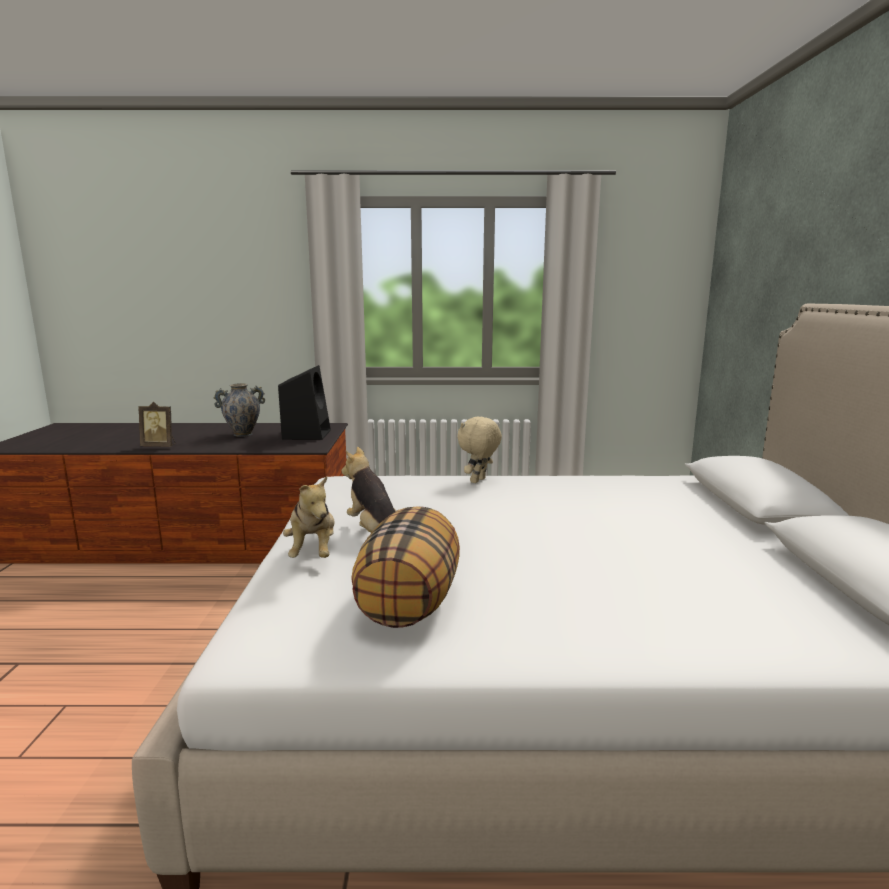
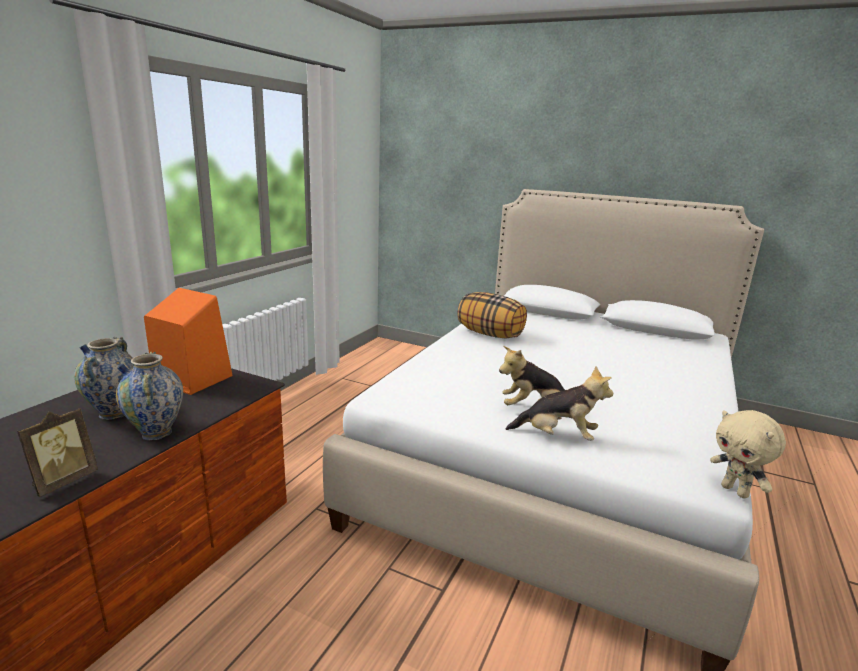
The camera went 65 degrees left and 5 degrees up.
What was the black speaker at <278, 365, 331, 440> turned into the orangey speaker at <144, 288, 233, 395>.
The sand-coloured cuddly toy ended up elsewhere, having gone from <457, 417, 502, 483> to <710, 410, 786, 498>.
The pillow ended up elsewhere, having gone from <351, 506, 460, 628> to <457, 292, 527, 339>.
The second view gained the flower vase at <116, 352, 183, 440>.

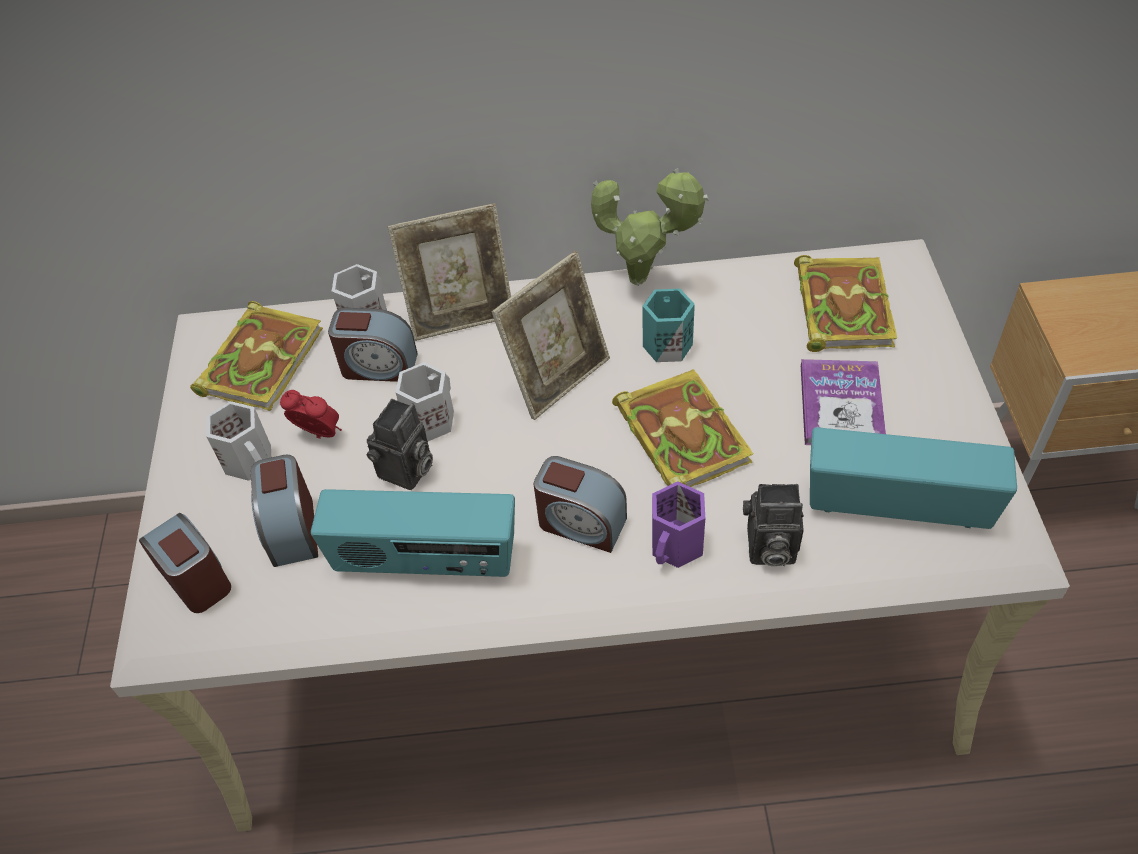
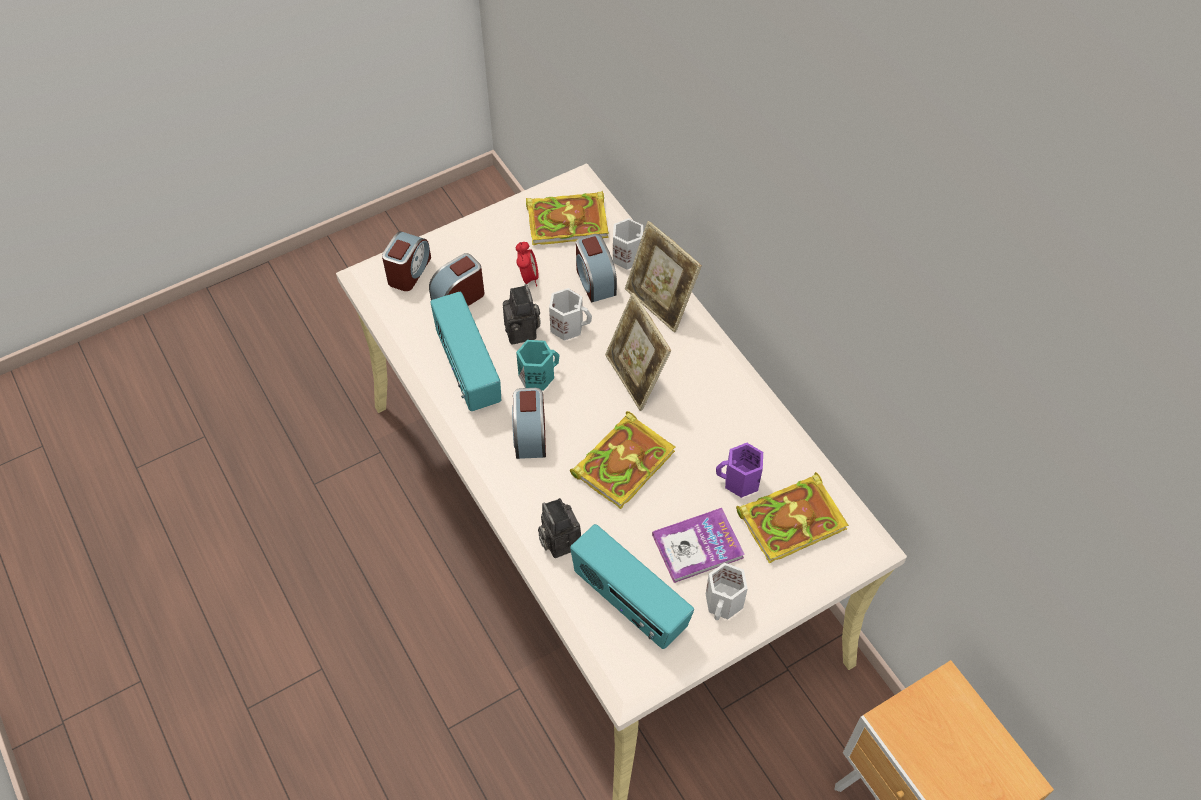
The camera went 60 degrees right and 5 degrees up.
The second view lost the plant in a pot at <591, 168, 709, 286>.
The picture frame at <492, 251, 610, 420> ended up facing another way, 45 degrees clockwise from before.
The turquoise tea mug ended up elsewhere, having gone from <642, 289, 695, 362> to <516, 340, 559, 391>.
The photo camera at <366, 399, 433, 490> ended up facing another way, 105 degrees counterclockwise from before.
The whitish tea mug ended up elsewhere, having gone from <207, 401, 271, 481> to <706, 563, 748, 620>.
The radio at <810, 427, 1017, 529> ended up facing another way, 150 degrees clockwise from before.
The purple tea mug ended up elsewhere, having gone from <652, 481, 705, 568> to <716, 443, 763, 498>.

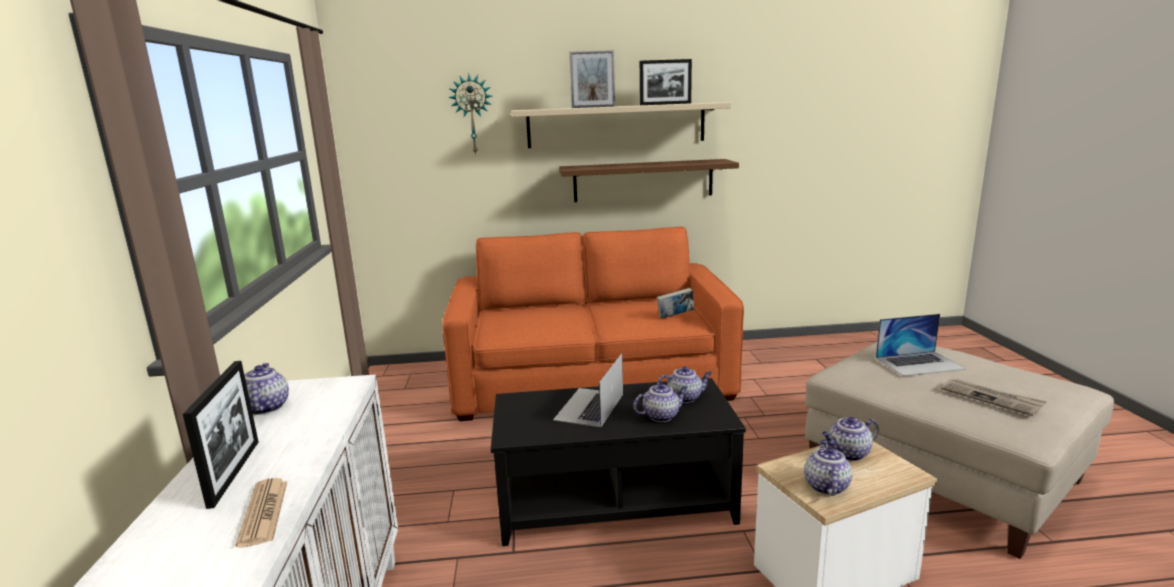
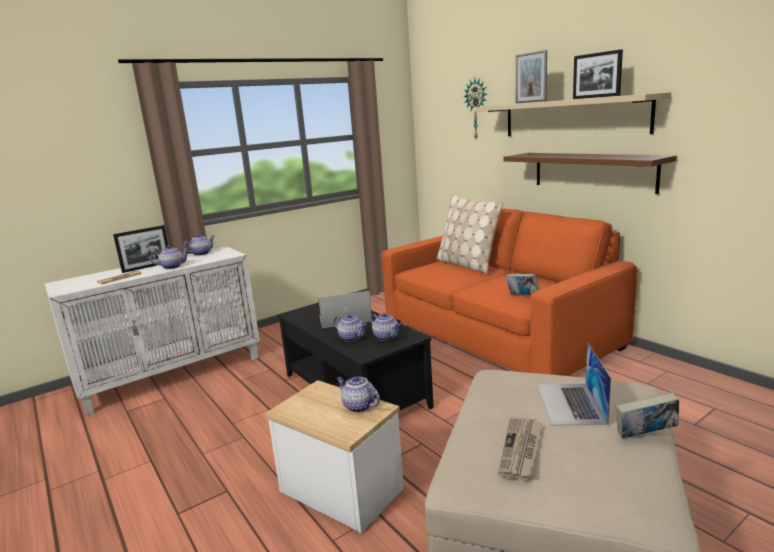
The camera went 60 degrees right and 0 degrees up.
The portable computer at <876, 314, 966, 376> ended up facing another way, 45 degrees clockwise from before.
The teapot ended up elsewhere, having gone from <804, 440, 852, 496> to <150, 245, 189, 269>.
The second view gained the sand-coloured pillow at <437, 194, 503, 274>.
The second view gained the book at <615, 392, 679, 439>.

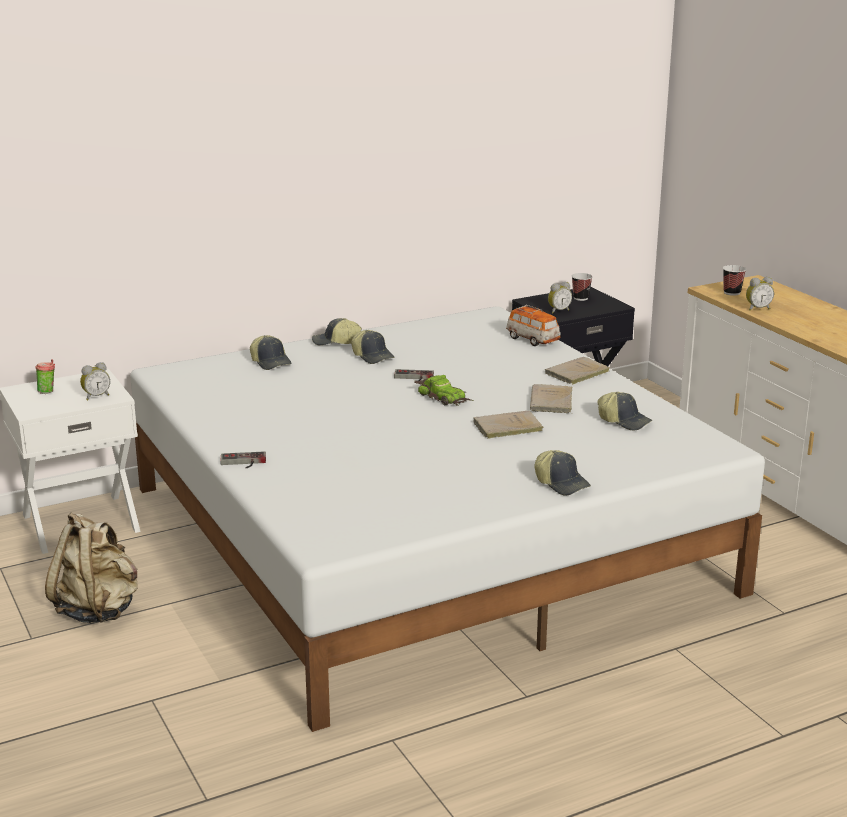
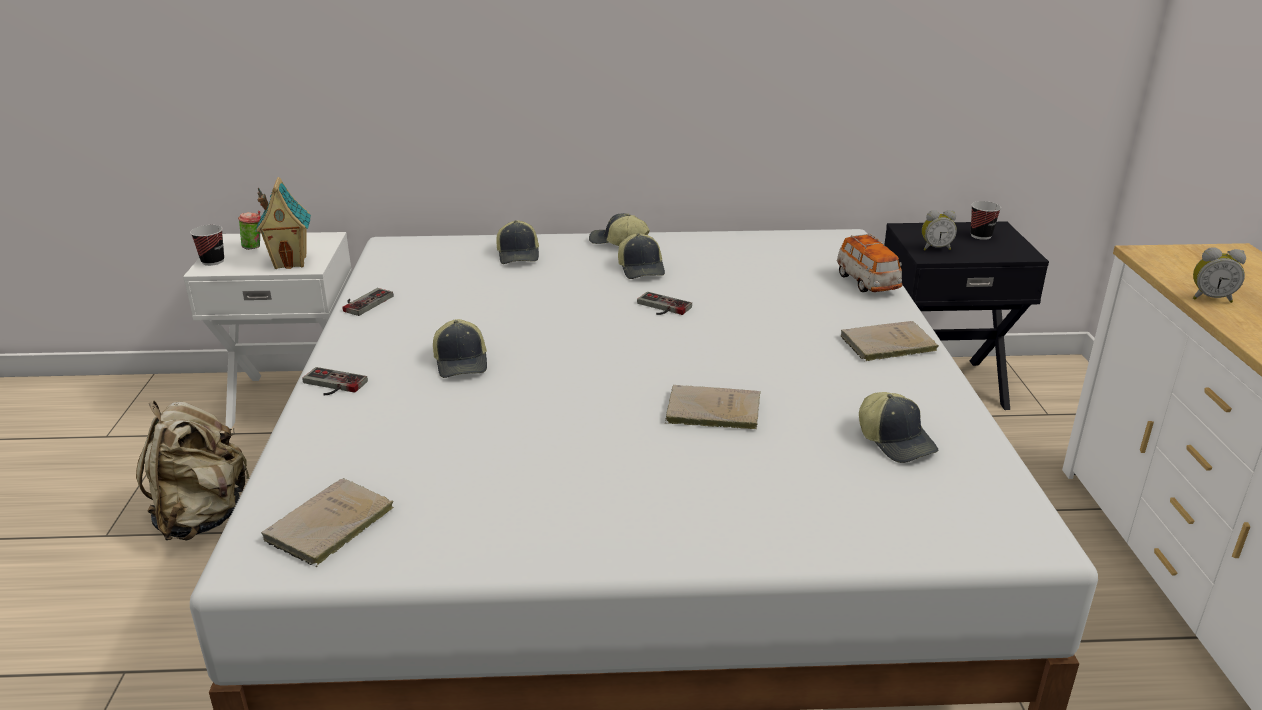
The camera went 25 degrees right and 5 degrees up.
The small cup ended up elsewhere, having gone from <723, 265, 746, 296> to <190, 225, 224, 266>.
Where the alarm clock stood at <80, 362, 110, 400>, the toy house came to stand at <255, 177, 311, 269>.
The second view lost the miniature car at <414, 375, 473, 406>.
The sand-coloured book ended up elsewhere, having gone from <530, 384, 572, 413> to <261, 478, 394, 567>.
The cap ended up elsewhere, having gone from <534, 450, 591, 496> to <433, 319, 487, 378>.
The second view gained the joypad at <343, 288, 393, 316>.

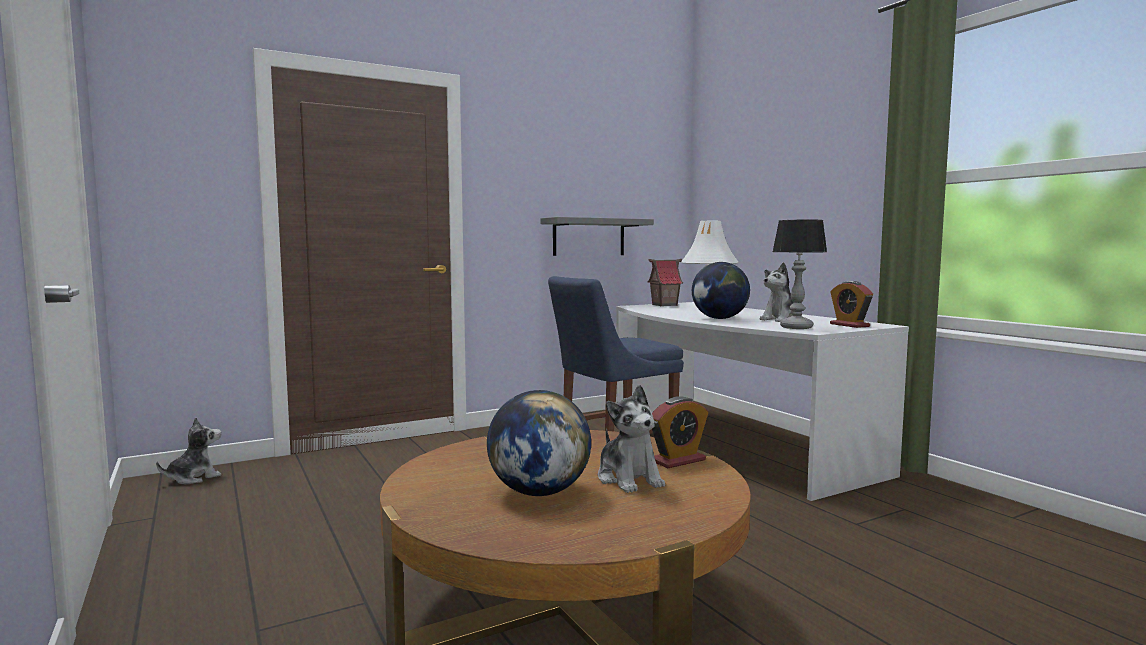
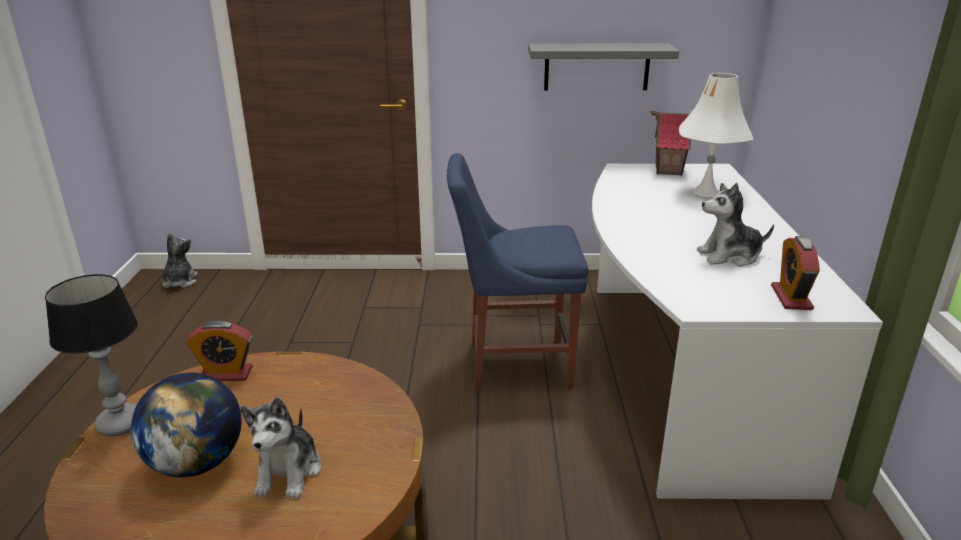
The camera went 30 degrees right and 20 degrees up.
The lamp for a table ended up elsewhere, having gone from <773, 220, 827, 329> to <45, 274, 138, 436>.
The second view lost the desk globe at <692, 262, 750, 319>.
The alarm clock ended up elsewhere, having gone from <652, 396, 708, 468> to <186, 321, 252, 381>.
The cuddly toy at <156, 417, 221, 484> ended up facing another way, 75 degrees counterclockwise from before.

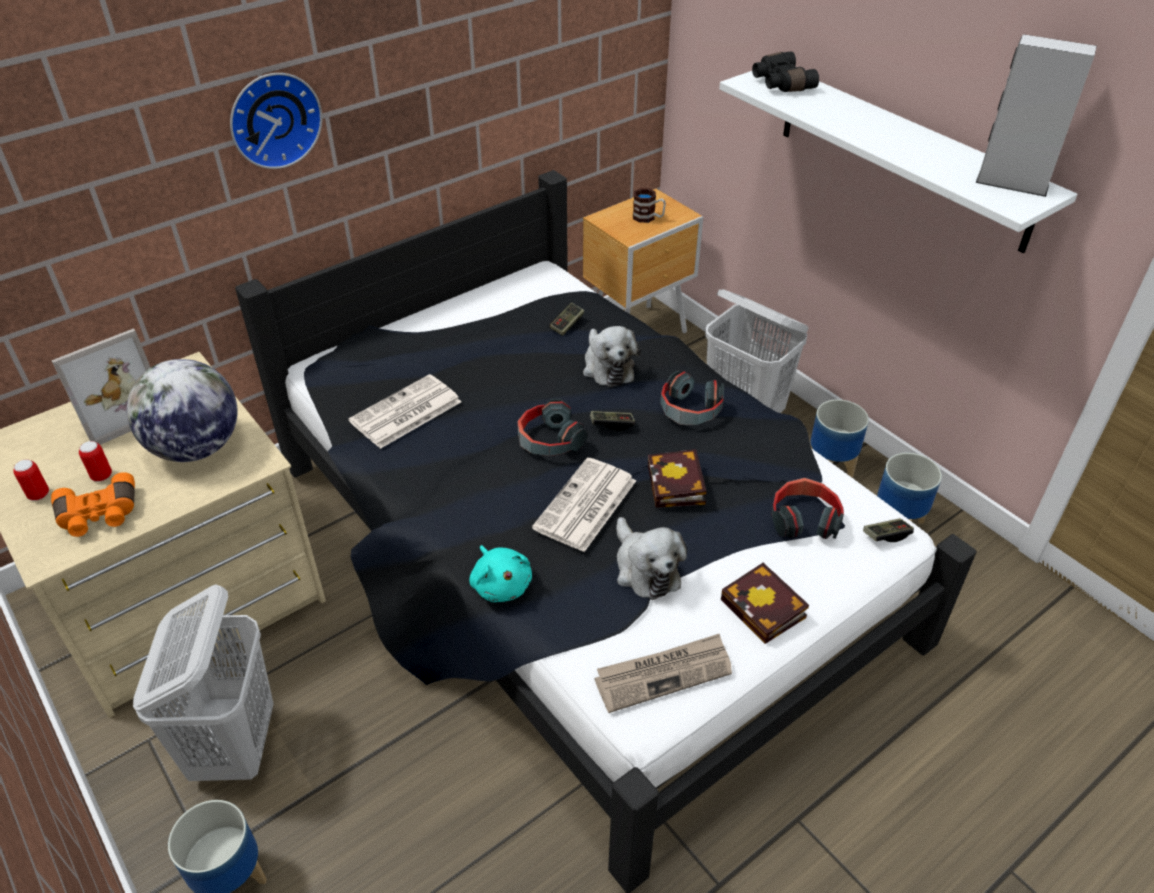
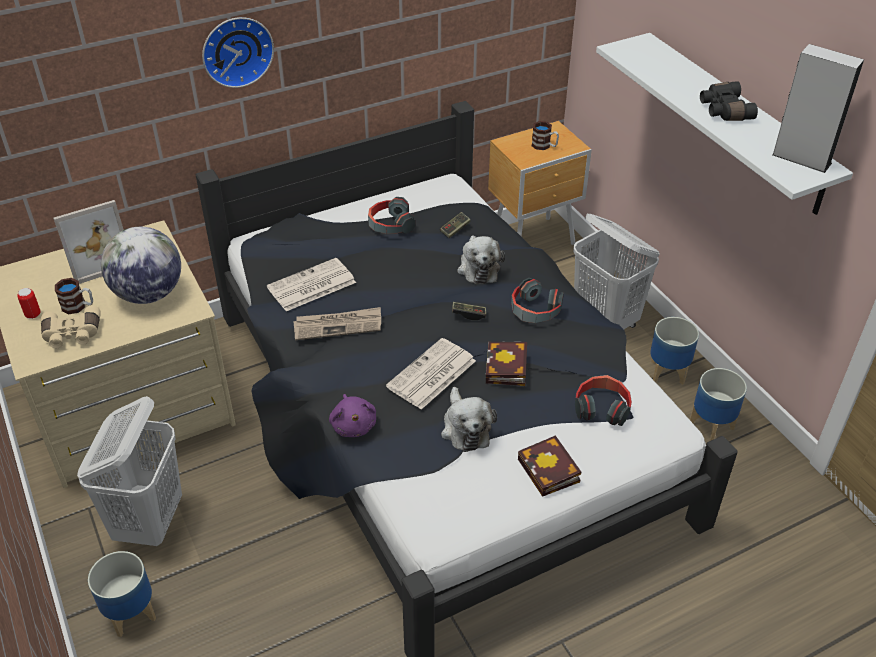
The camera went 10 degrees right and 0 degrees up.
The black binoculars ended up elsewhere, having gone from <752, 51, 819, 92> to <700, 82, 758, 121>.
The headset ended up elsewhere, having gone from <517, 399, 587, 456> to <368, 197, 416, 234>.
Where the metal can stood at <79, 441, 112, 482>, the tea mug came to stand at <55, 278, 93, 314>.
What was the orangey binoculars at <51, 472, 135, 537> turned into the sand-coloured binoculars at <41, 306, 100, 348>.
The second view lost the joypad at <863, 518, 914, 542>.
What was the turquoise cuddly toy at <469, 545, 532, 602> turned into the purple cuddly toy at <329, 394, 376, 437>.
The newspaper ended up elsewhere, having gone from <595, 633, 732, 713> to <293, 307, 381, 340>.

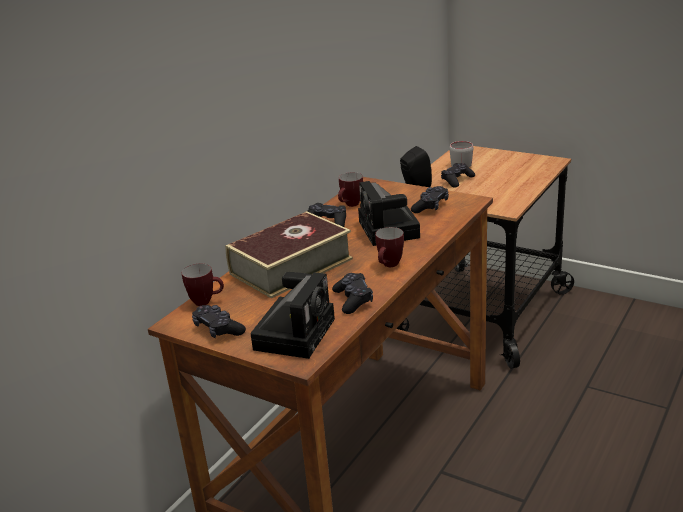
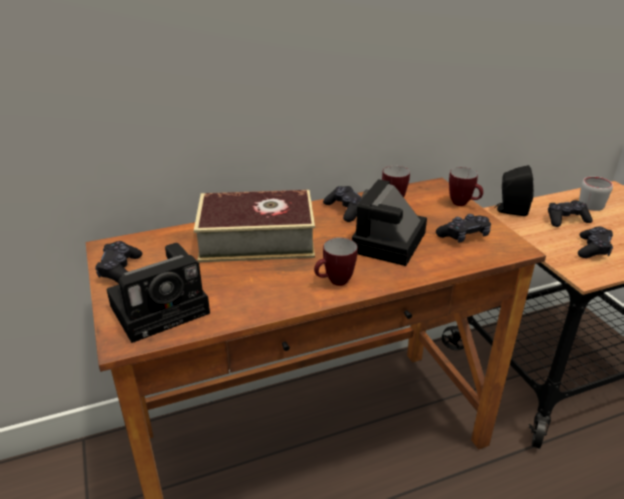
The camera went 35 degrees right and 5 degrees up.
The tea mug ended up elsewhere, having gone from <182, 264, 224, 306> to <449, 167, 483, 206>.
The black joypad ended up elsewhere, having gone from <332, 273, 373, 314> to <578, 226, 613, 258>.

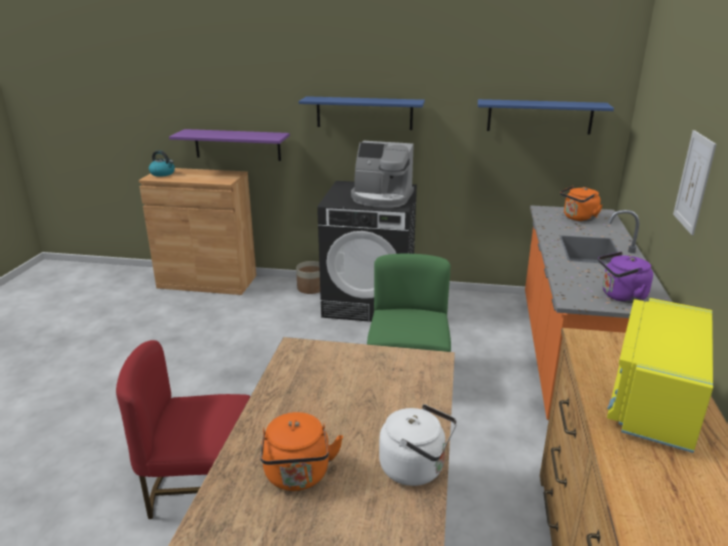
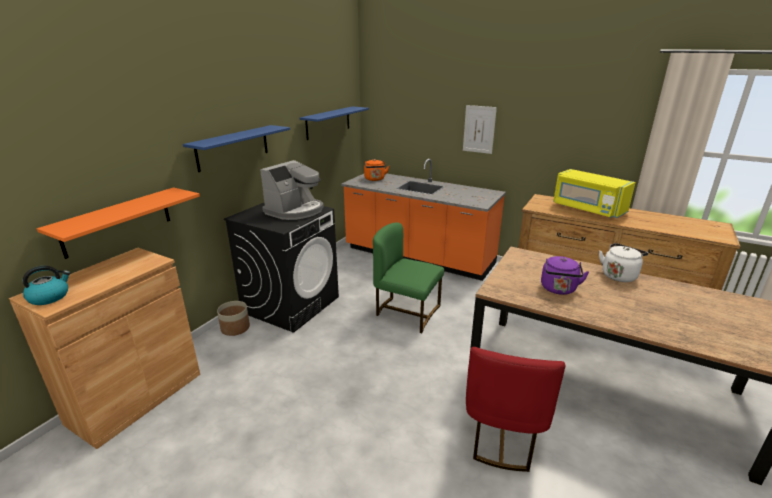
The camera went 70 degrees left and 0 degrees up.
What was the purple wall shelf at <169, 129, 290, 161> turned into the orangey wall shelf at <37, 187, 200, 259>.
The purple tea kettle ended up elsewhere, having gone from <598, 252, 653, 303> to <541, 256, 589, 295>.
The second view lost the orangey tea kettle at <260, 412, 343, 491>.

